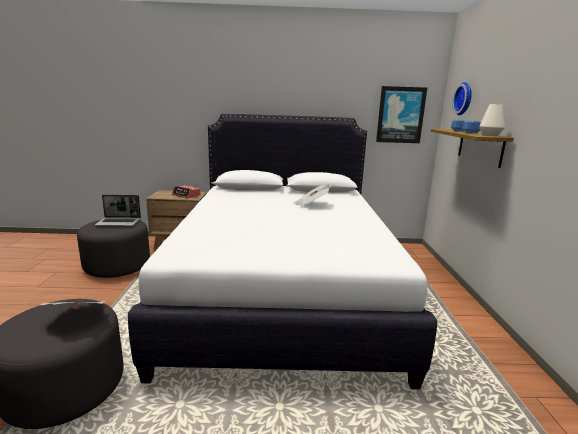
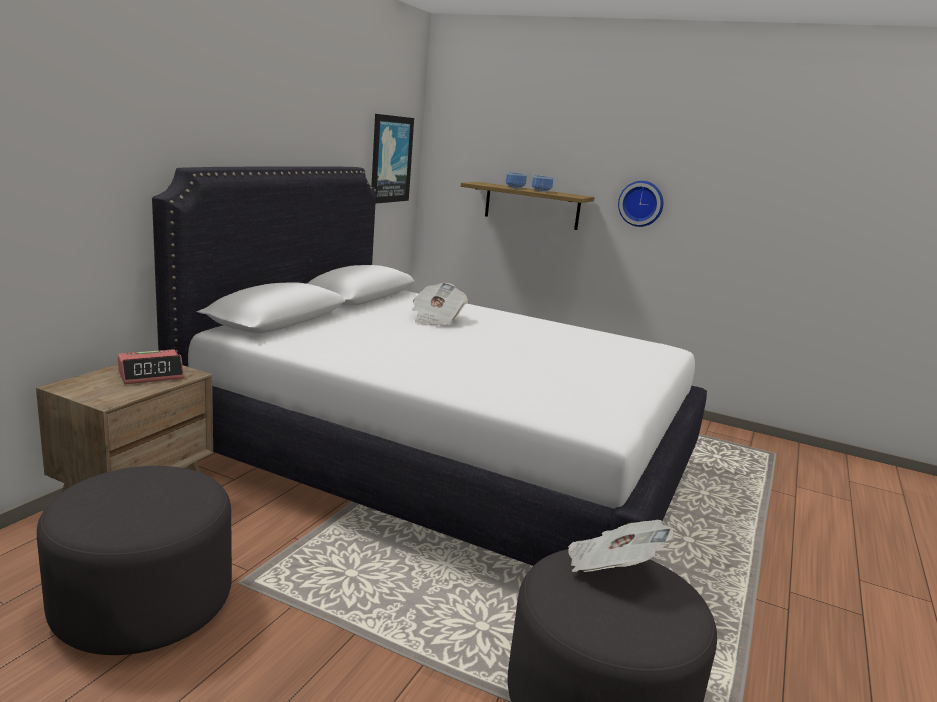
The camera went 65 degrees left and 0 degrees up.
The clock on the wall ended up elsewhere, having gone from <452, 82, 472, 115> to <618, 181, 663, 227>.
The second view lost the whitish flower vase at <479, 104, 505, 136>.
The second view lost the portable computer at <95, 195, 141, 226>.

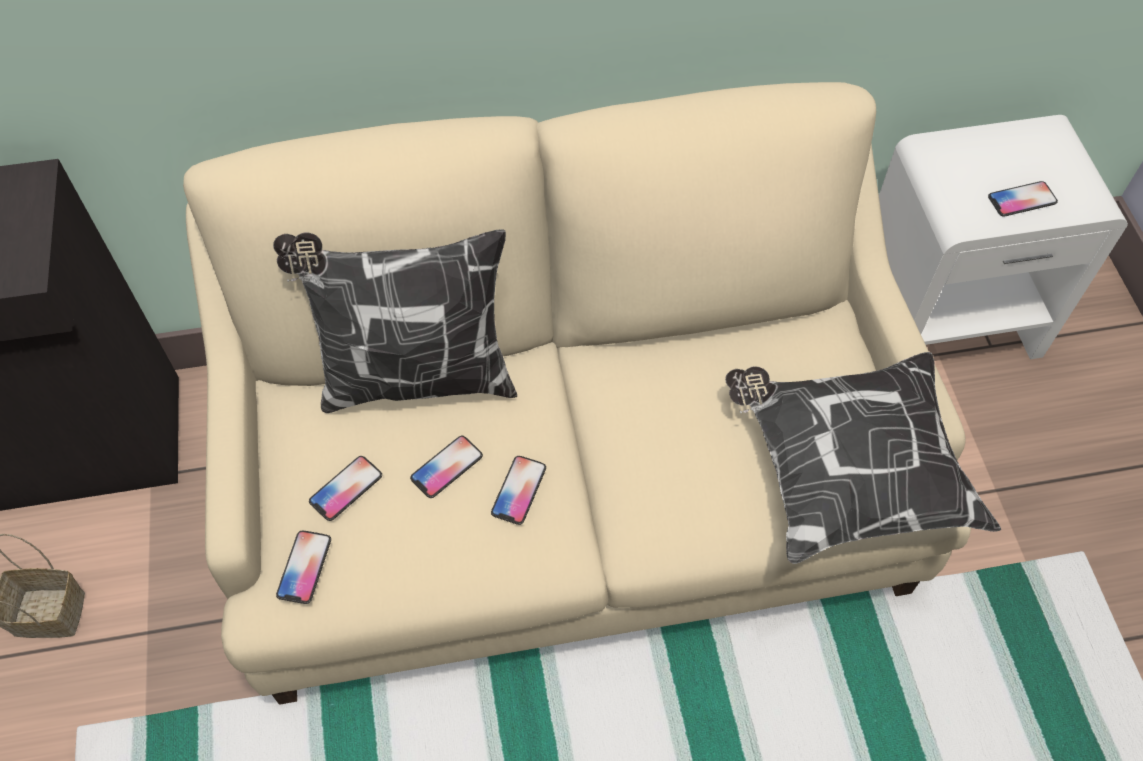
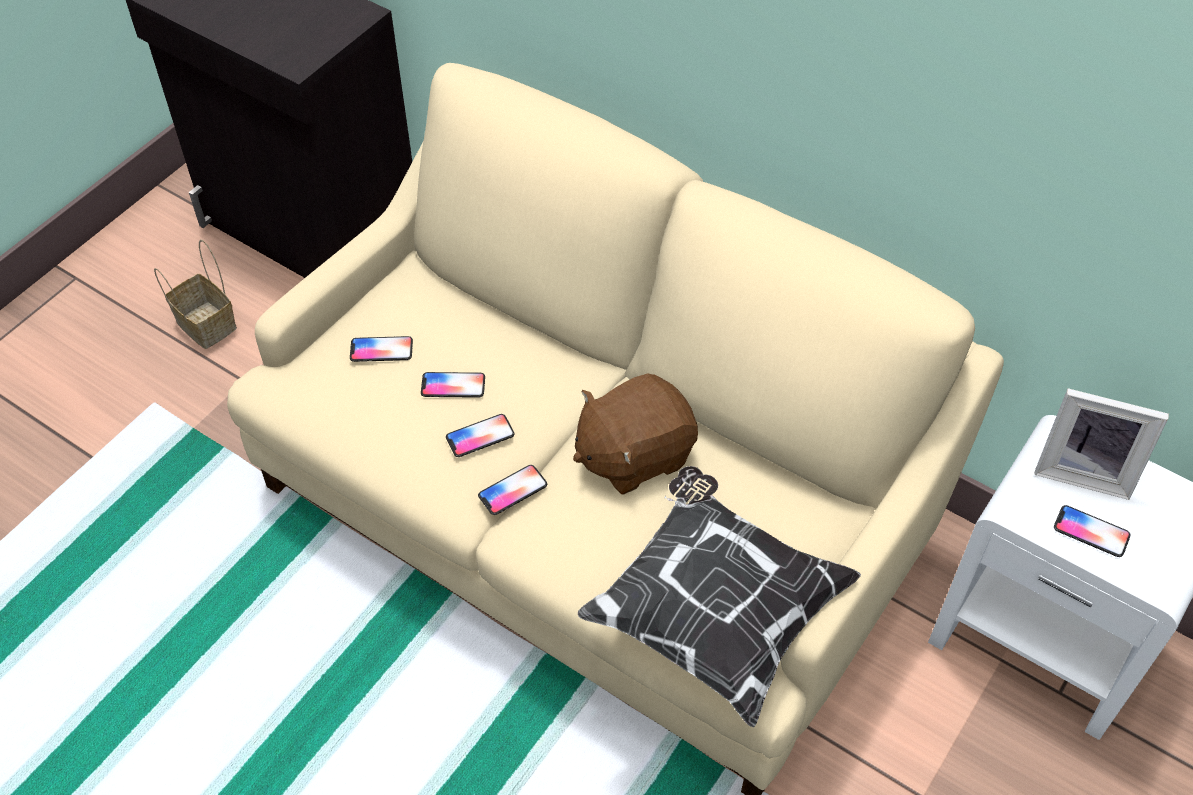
The camera went 45 degrees right and 5 degrees down.
The second view lost the pillow at <273, 229, 517, 413>.
The telephone ended up elsewhere, having gone from <276, 531, 331, 604> to <478, 465, 547, 515>.
The second view gained the brown-coloured cuddly toy at <573, 374, 698, 495>.
The second view gained the picture frame at <1034, 388, 1169, 500>.

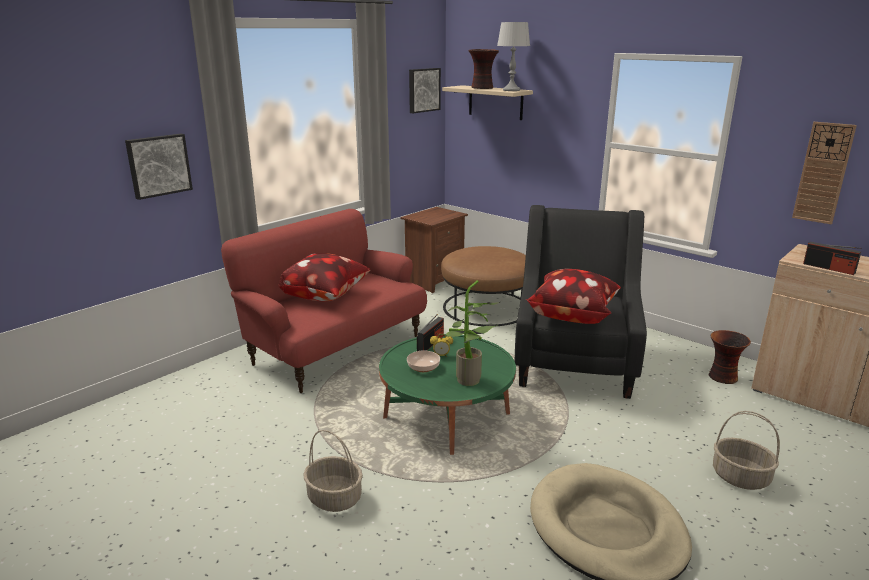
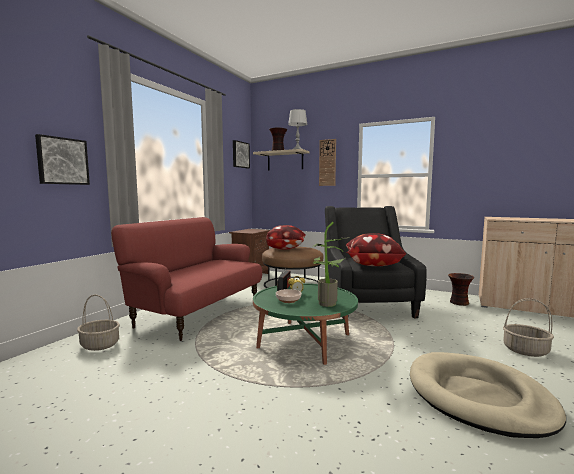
The camera went 15 degrees left and 15 degrees down.
The clock on the wall ended up elsewhere, having gone from <792, 122, 857, 224> to <319, 139, 336, 186>.
The second view lost the radio at <803, 242, 861, 275>.
The pillow ended up elsewhere, having gone from <279, 253, 371, 301> to <266, 225, 306, 250>.
The basket ended up elsewhere, having gone from <303, 430, 363, 512> to <77, 294, 120, 351>.

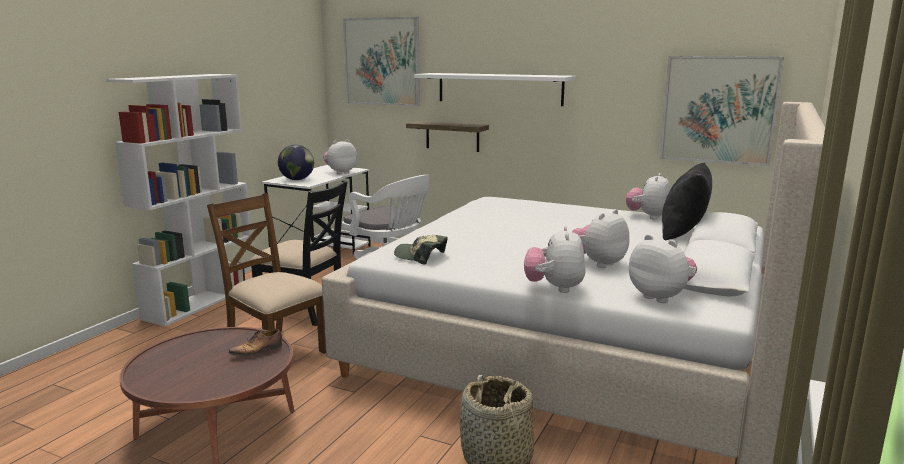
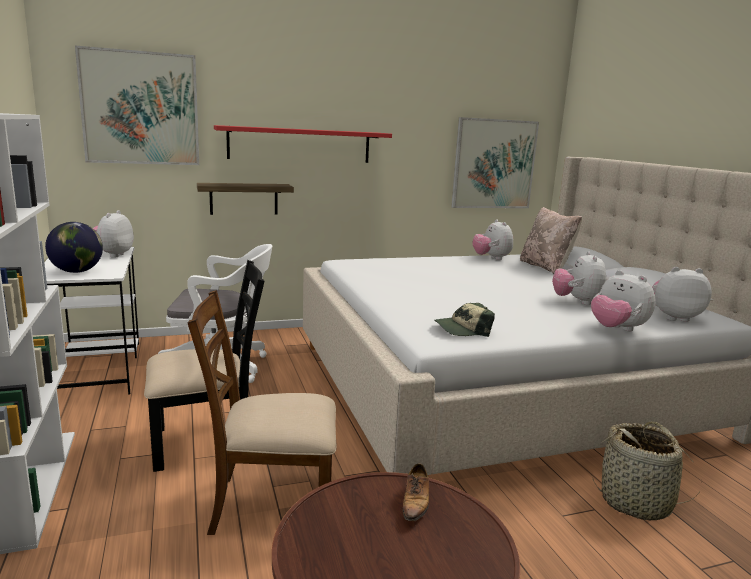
The camera went 45 degrees left and 0 degrees up.
What was the whitish wall shelf at <414, 73, 576, 106> turned into the red-coloured wall shelf at <214, 125, 392, 163>.
What was the black pillow at <662, 162, 712, 240> turned into the sand-coloured pillow at <520, 207, 582, 274>.

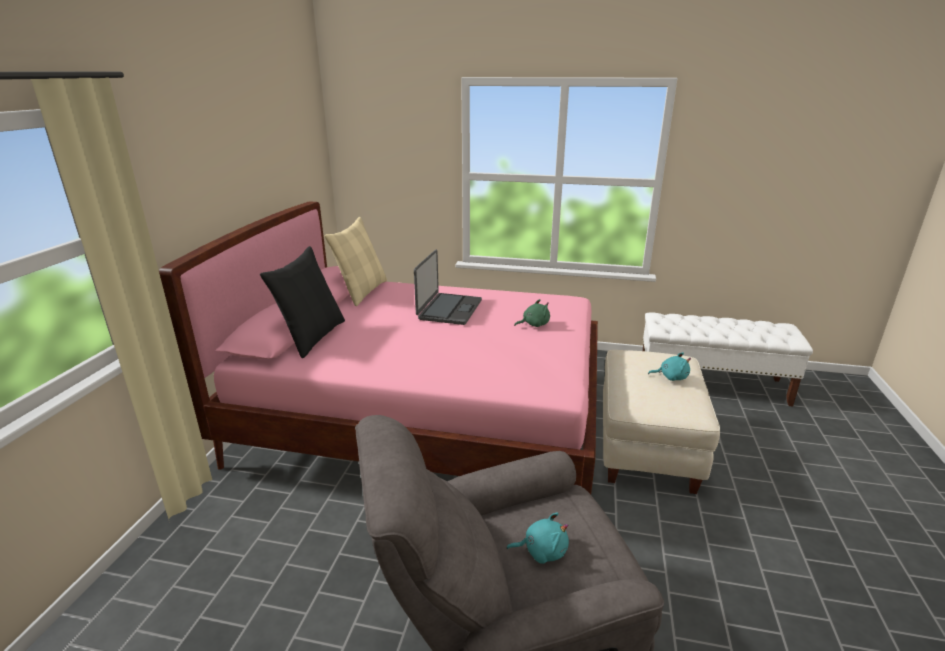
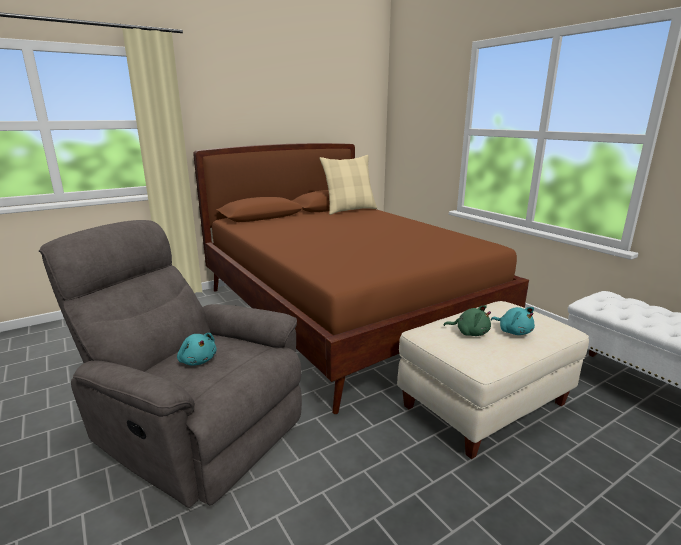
The camera went 45 degrees right and 5 degrees down.
What was the pinkish bedroom bed at <159, 201, 598, 494> turned into the brown-coloured bedroom bed at <193, 143, 529, 414>.
The second view lost the black pillow at <260, 246, 345, 358>.
The second view lost the portable computer at <414, 249, 482, 325>.
The green-coloured cuddly toy ended up elsewhere, having gone from <514, 299, 550, 327> to <444, 305, 491, 336>.

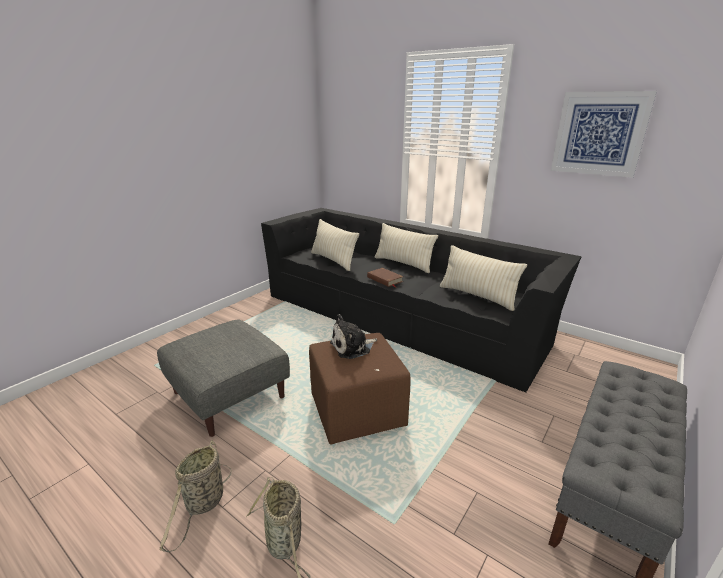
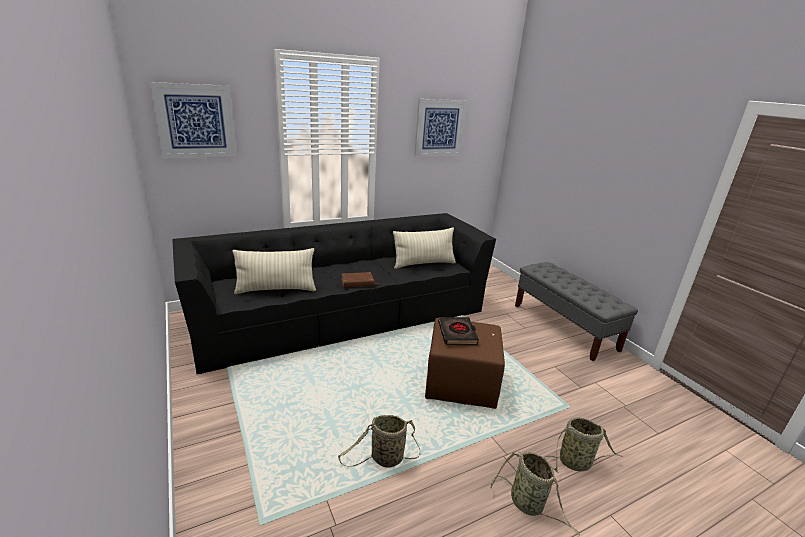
The camera went 65 degrees left and 0 degrees up.
The second view lost the sand-coloured pillow at <374, 223, 438, 273>.
Where the cuddly toy stood at <330, 314, 377, 359>, the black book came to stand at <438, 317, 479, 345>.
Where the grey ottoman stood at <157, 319, 290, 437>, the basket came to stand at <338, 415, 421, 468>.
The second view gained the wall picture at <150, 82, 237, 158>.

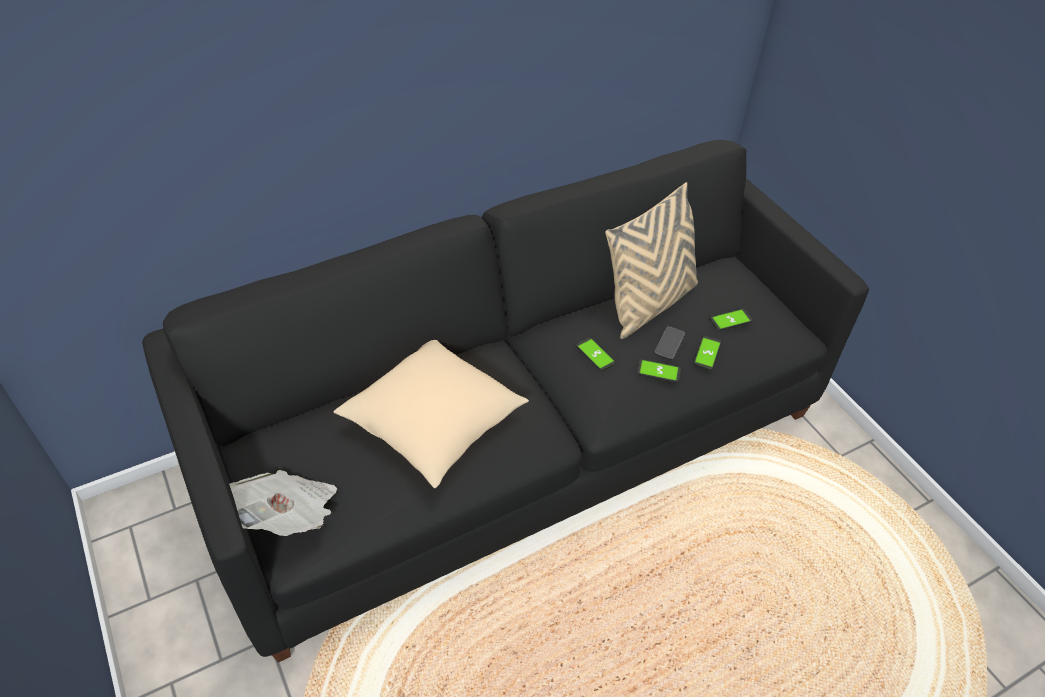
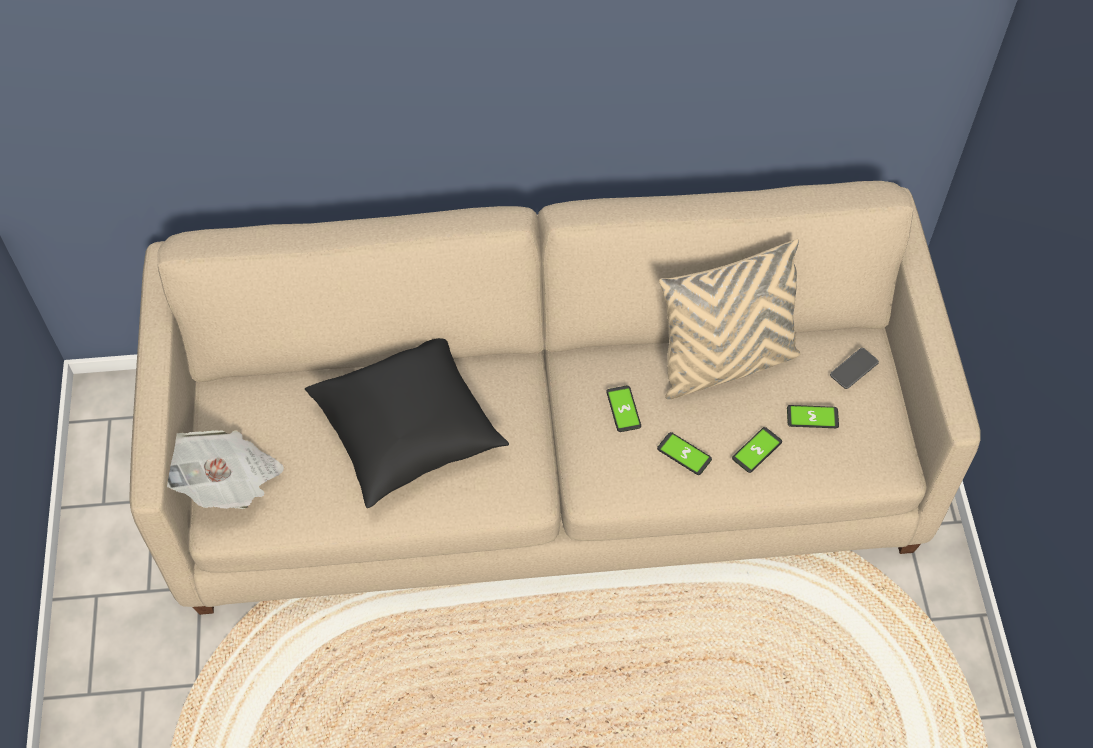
The camera went 25 degrees right and 10 degrees up.
What was the black couch at <142, 140, 869, 662> turned into the sand-coloured couch at <129, 181, 981, 615>.
The telephone ended up elsewhere, having gone from <654, 326, 685, 360> to <830, 348, 879, 389>.
What was the sand-coloured pillow at <334, 340, 529, 488> turned into the black pillow at <305, 338, 509, 508>.

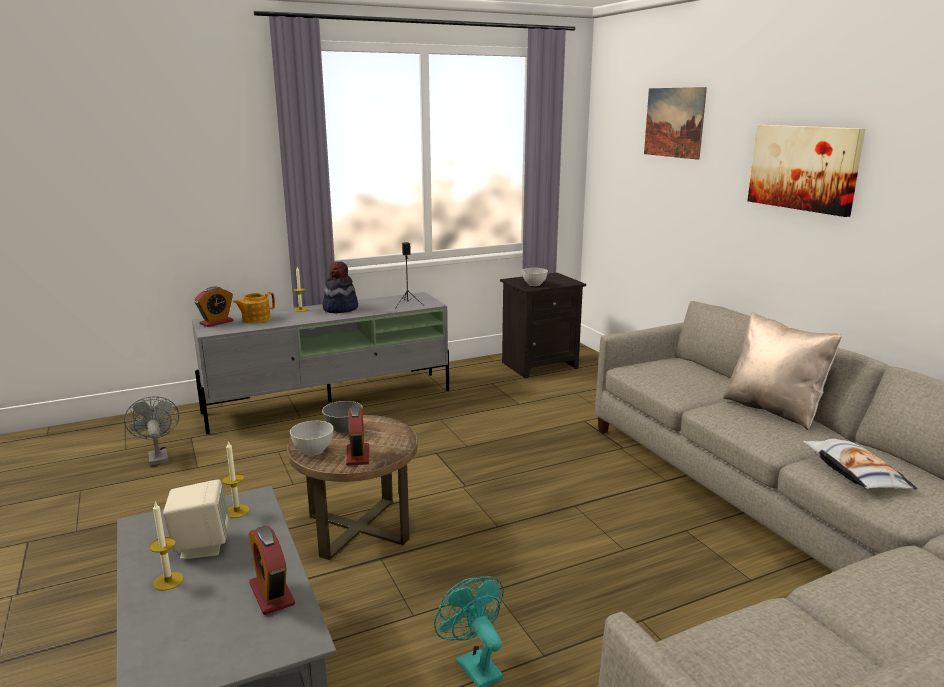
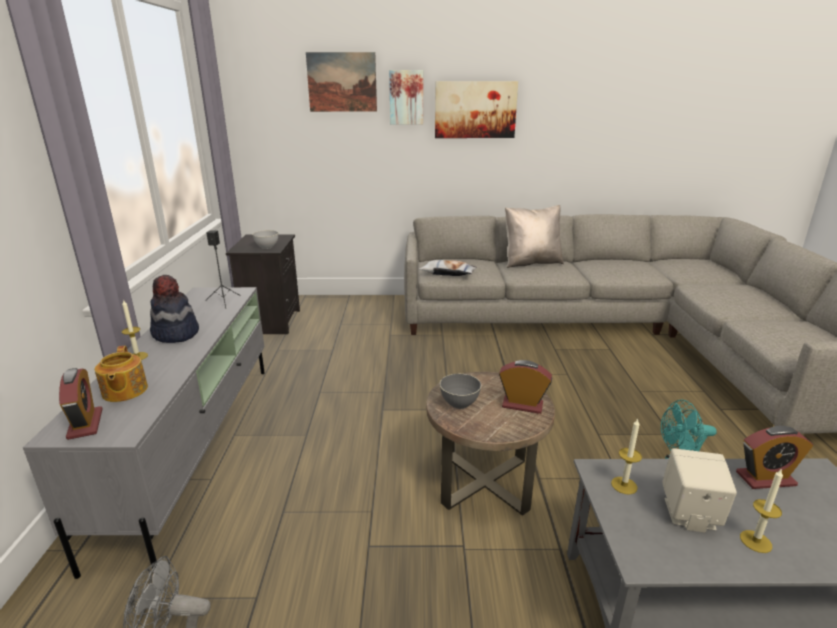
The camera went 65 degrees left and 5 degrees up.
The second view lost the grey serving bowl at <290, 421, 333, 456>.
The pillow ended up elsewhere, having gone from <803, 439, 918, 489> to <418, 260, 477, 276>.
The second view gained the wall picture at <389, 70, 423, 125>.

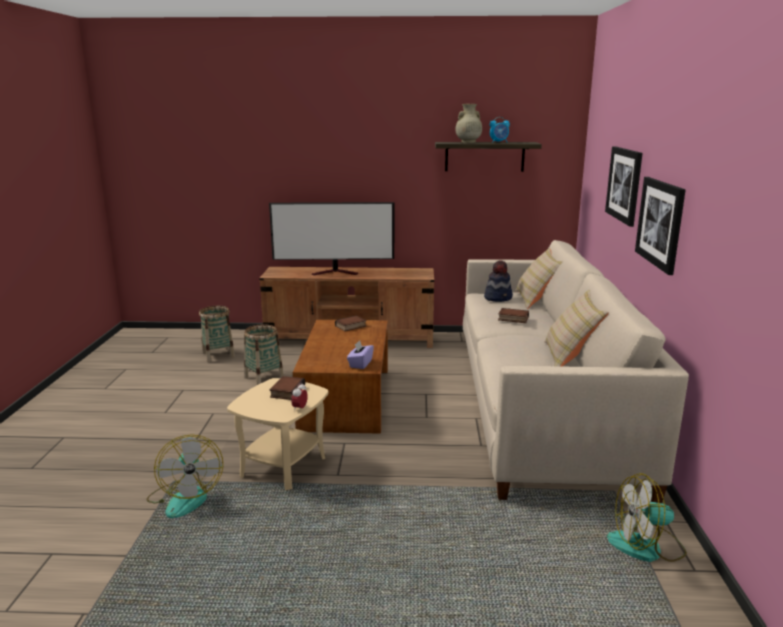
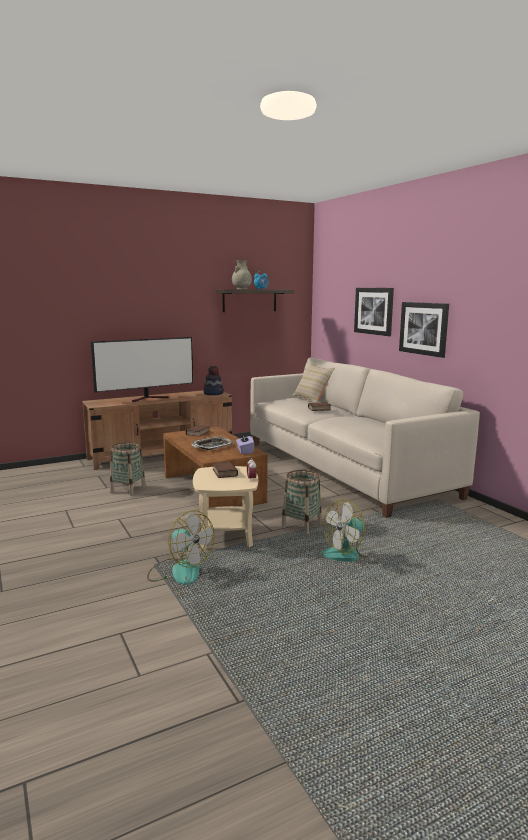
The camera went 30 degrees left and 5 degrees down.
The wearable hat ended up elsewhere, having gone from <484, 260, 513, 302> to <203, 366, 224, 395>.
The second view lost the sand-coloured pillow at <545, 289, 609, 367>.
The basket ended up elsewhere, having gone from <199, 306, 235, 362> to <281, 470, 322, 534>.
The cooling fan ended up elsewhere, having gone from <607, 473, 687, 562> to <321, 499, 372, 562>.
The second view gained the serving tray at <191, 436, 234, 450>.

